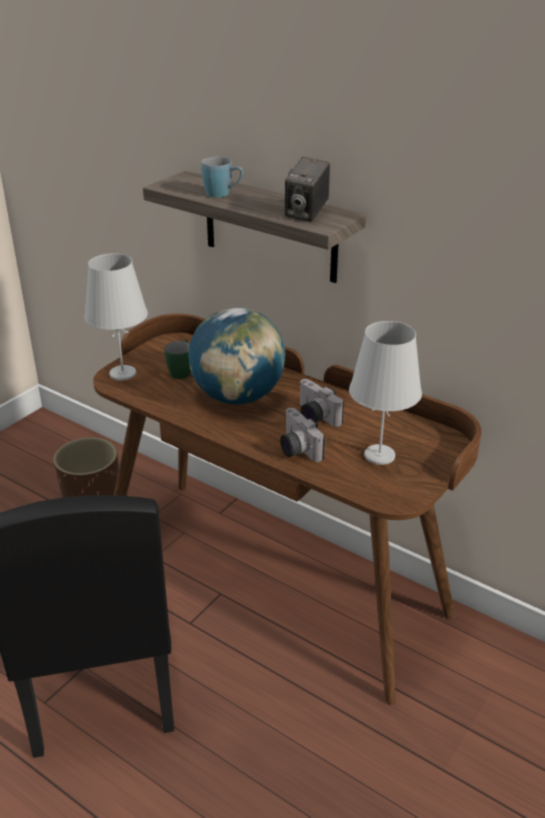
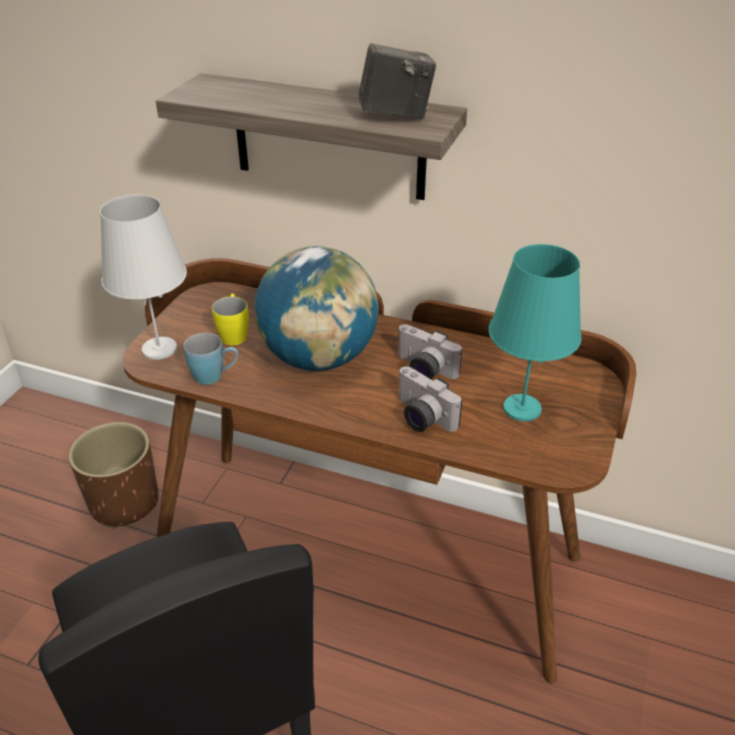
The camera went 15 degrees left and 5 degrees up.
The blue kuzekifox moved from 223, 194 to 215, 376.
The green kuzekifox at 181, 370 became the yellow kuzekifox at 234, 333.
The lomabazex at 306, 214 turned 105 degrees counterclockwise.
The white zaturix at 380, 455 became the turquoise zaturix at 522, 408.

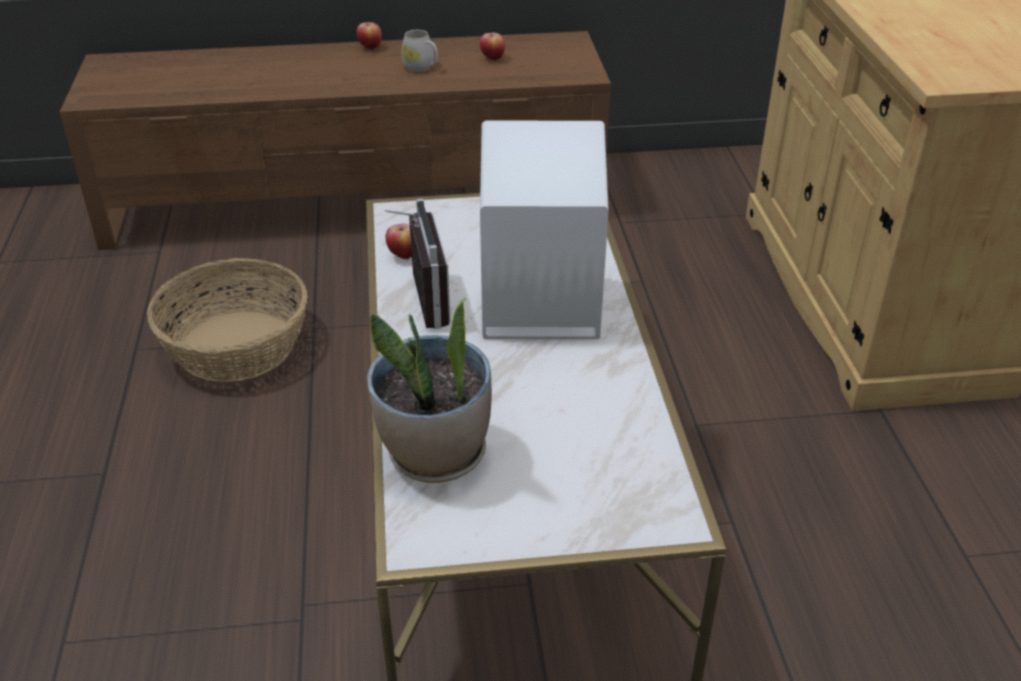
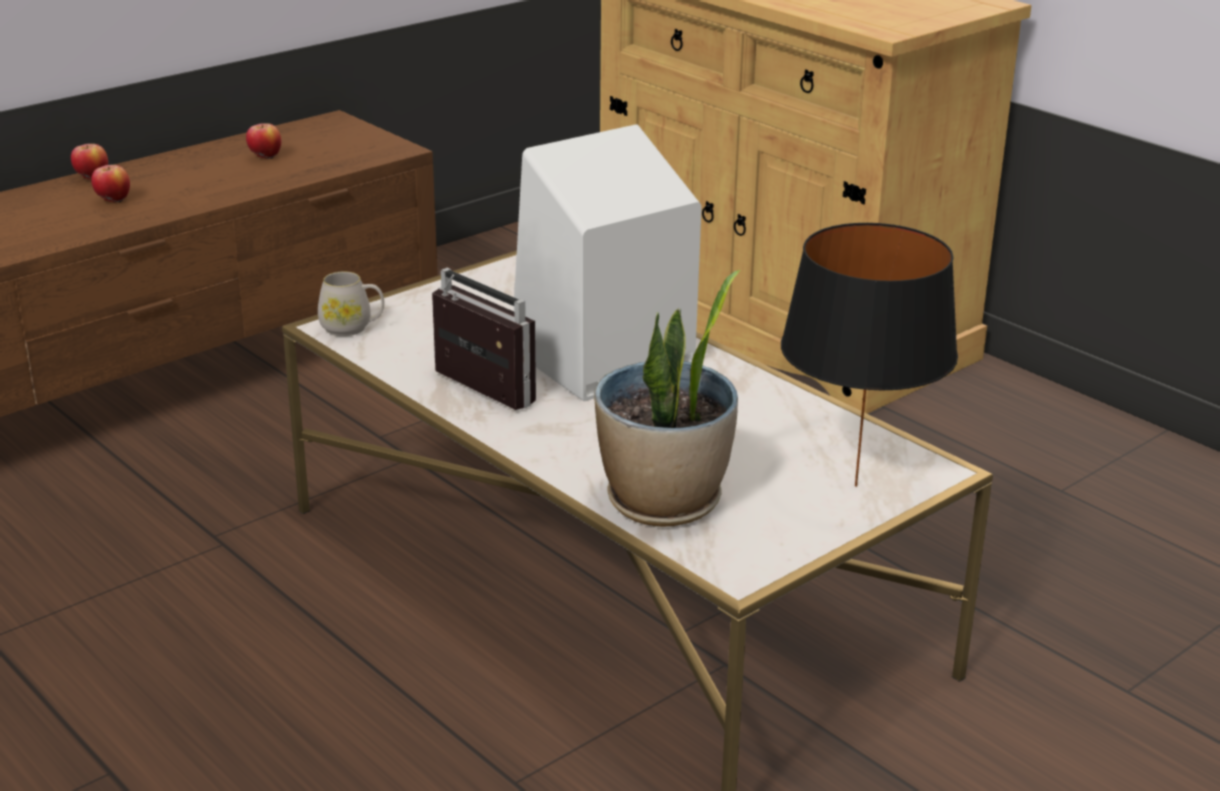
The camera went 35 degrees left and 10 degrees down.
The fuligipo moved from 403, 256 to 113, 201.
The white kuzekifox moved from 421, 67 to 352, 328.
The black zaturix at 855, 487 appeared.
The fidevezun at 237, 345 disappeared.

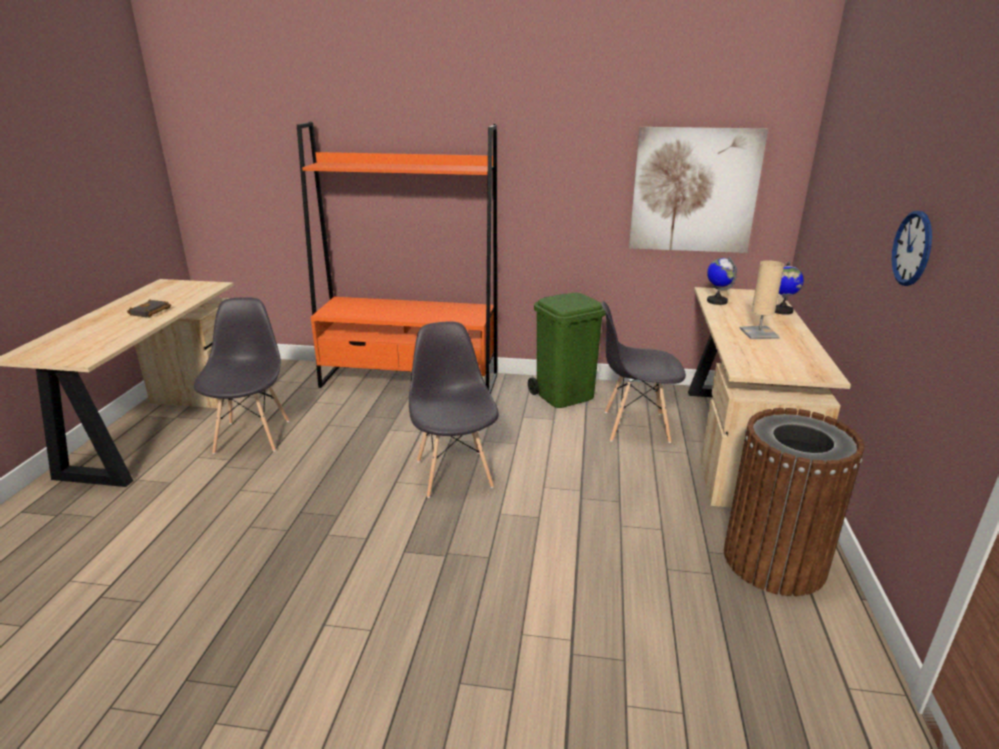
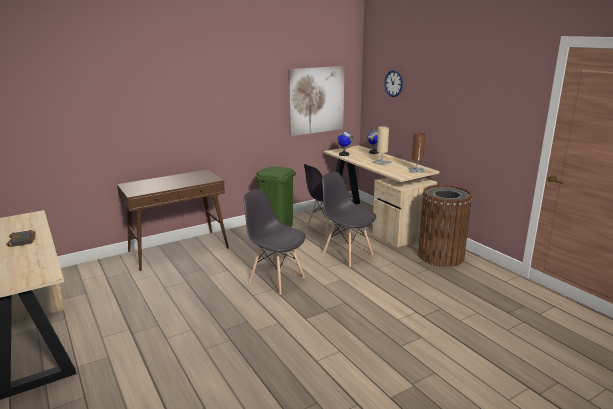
The camera went 40 degrees left and 5 degrees down.
The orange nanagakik at 410, 381 was replaced by the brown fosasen at 179, 249.
The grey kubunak moved from 252, 436 to 347, 254.
The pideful moved from 912, 248 to 393, 83.
The brown zaturix at 416, 170 appeared.

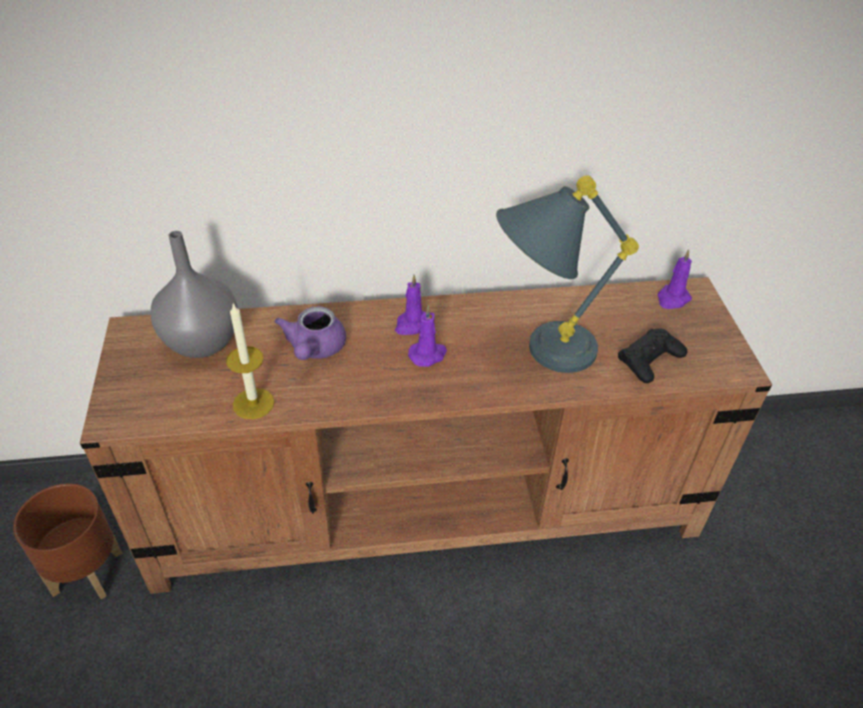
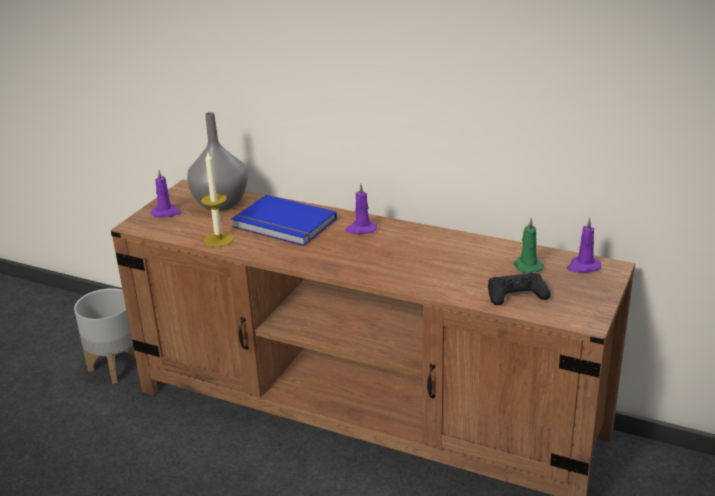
The camera went 35 degrees right and 15 degrees down.
The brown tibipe at 87, 571 became the grey tibipe at 117, 366.
The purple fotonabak moved from 428, 355 to 167, 213.
The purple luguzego at 314, 349 was replaced by the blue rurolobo at 283, 224.
The green fotonabak at 527, 266 appeared.
The grey zaturix at 538, 352 disappeared.

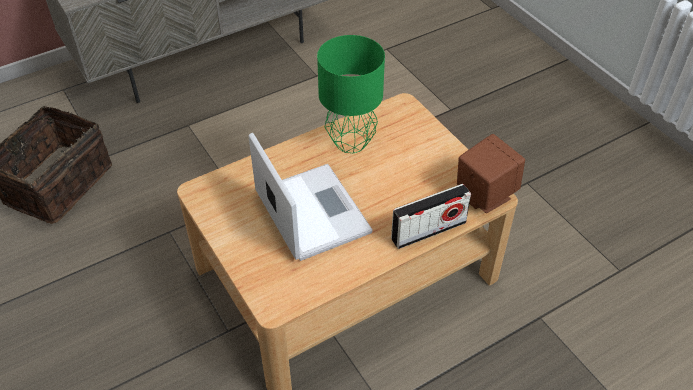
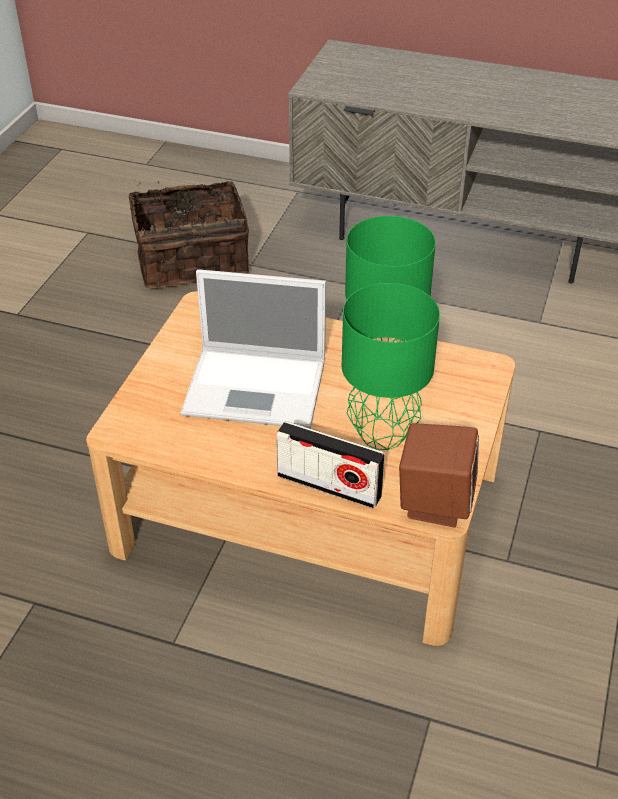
The camera went 50 degrees right and 5 degrees down.
The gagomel at 310, 210 turned 75 degrees clockwise.
The green zaturix at 381, 434 appeared.

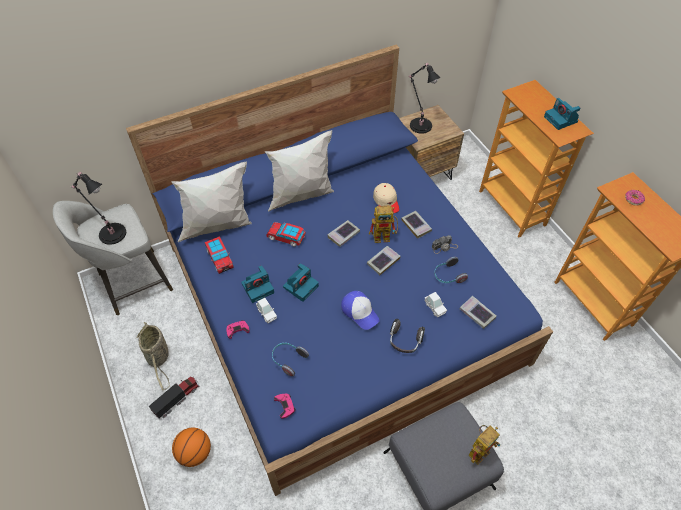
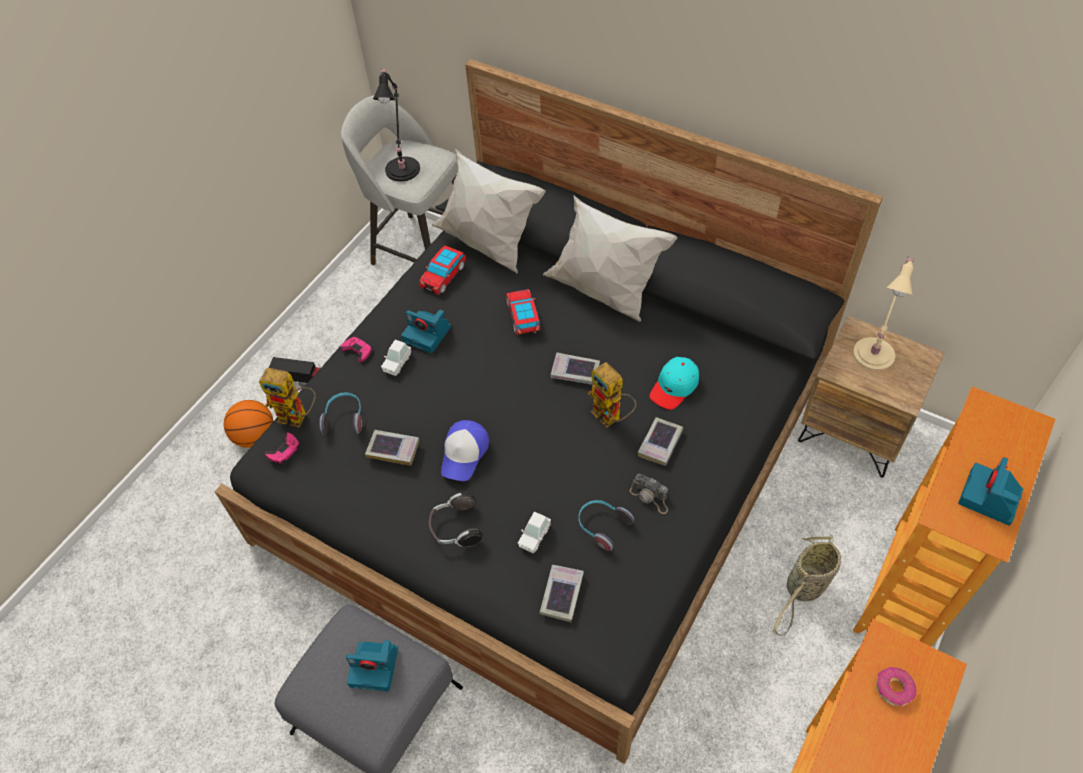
The camera went 60 degrees right and 0 degrees up.
The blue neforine at 340, 301 became the black neforine at 547, 459.
The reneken moved from 480, 449 to 298, 416.
The lomabazex moved from 301, 286 to 375, 666.
The rurolobo moved from 383, 261 to 393, 449.
The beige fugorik at 386, 201 became the turquoise fugorik at 674, 387.
The fidevezun moved from 159, 358 to 804, 589.
The black zaturix at 419, 124 became the beige zaturix at 874, 351.

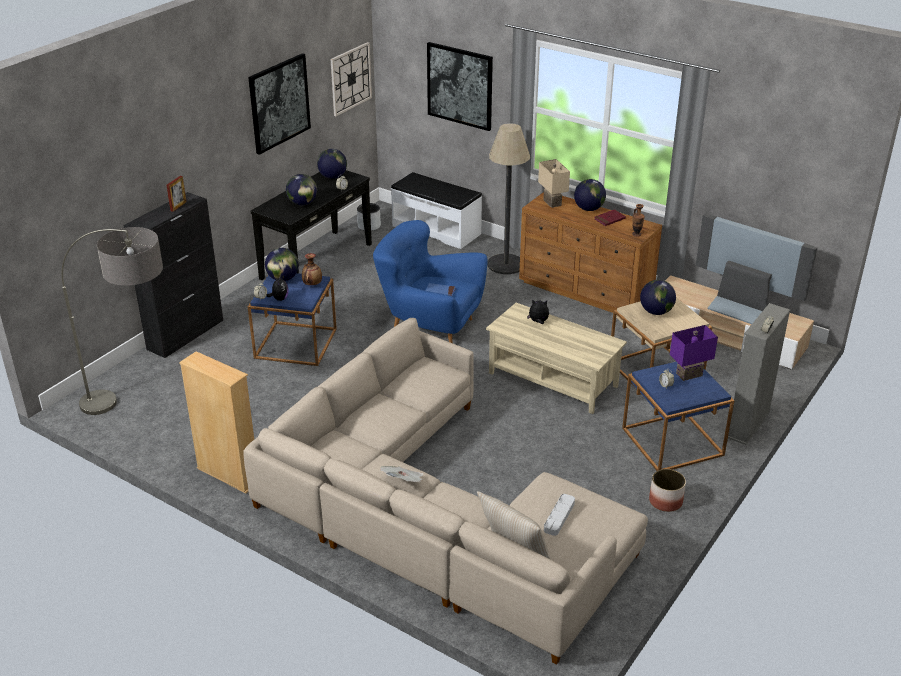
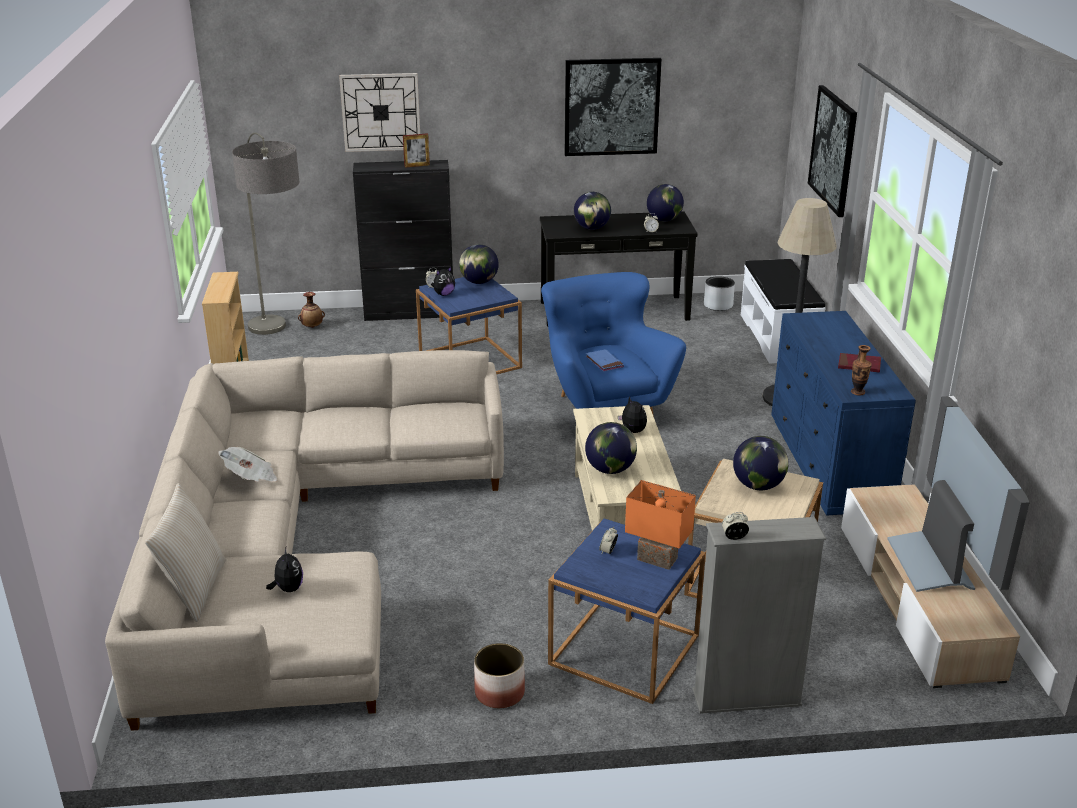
The camera went 50 degrees right and 5 degrees down.
The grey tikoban at 559, 517 was replaced by the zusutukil at 288, 589.
The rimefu moved from 312, 284 to 312, 327.
The pideful moved from 350, 78 to 380, 112.
The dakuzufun moved from 589, 209 to 610, 469.
The purple zaturix at 689, 375 became the orange zaturix at 656, 560.
The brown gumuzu at 586, 291 became the blue gumuzu at 829, 464.
The beige zaturix at 553, 202 disappeared.

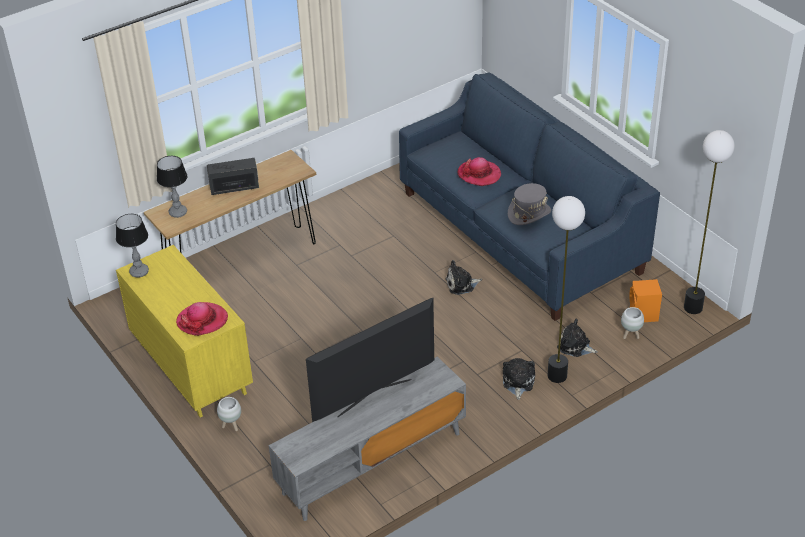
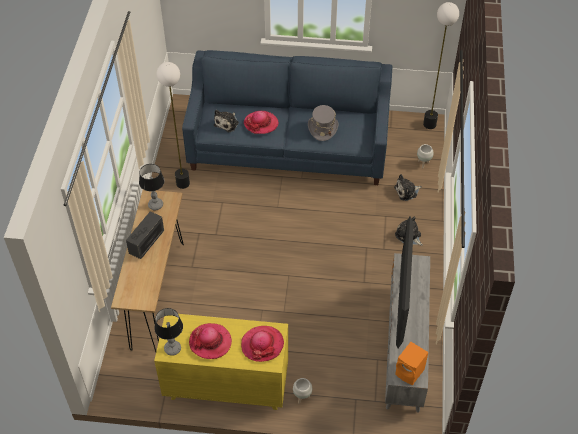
The camera went 50 degrees left and 10 degrees up.
The zaturix moved from 178, 212 to 155, 205.
The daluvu moved from 557, 375 to 182, 183.
The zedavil at 210, 342 appeared.
The zusutukil moved from 461, 284 to 227, 123.
The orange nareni moved from 643, 315 to 410, 372.

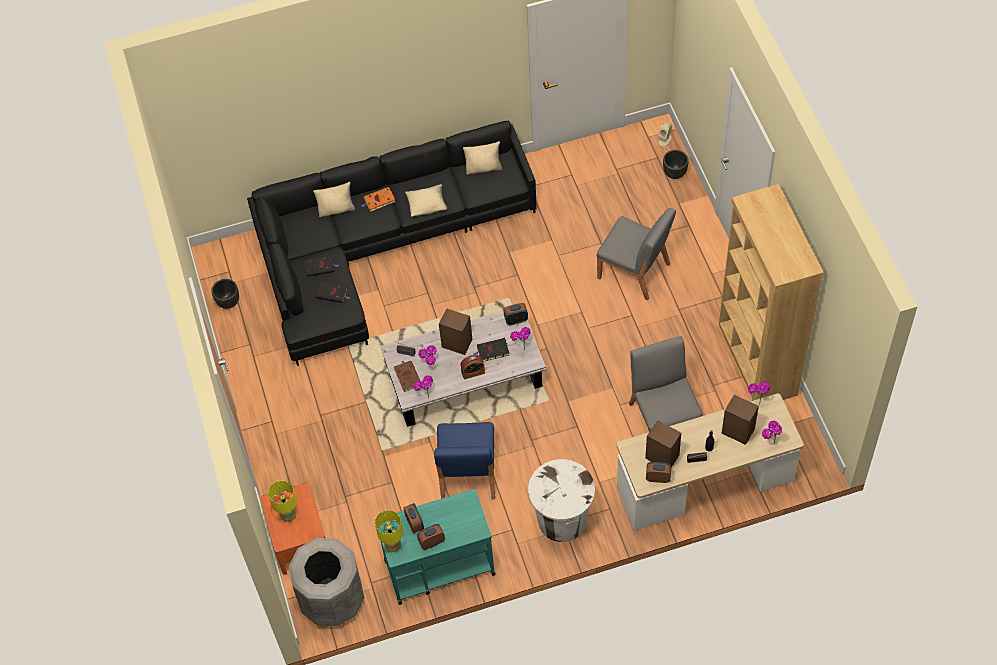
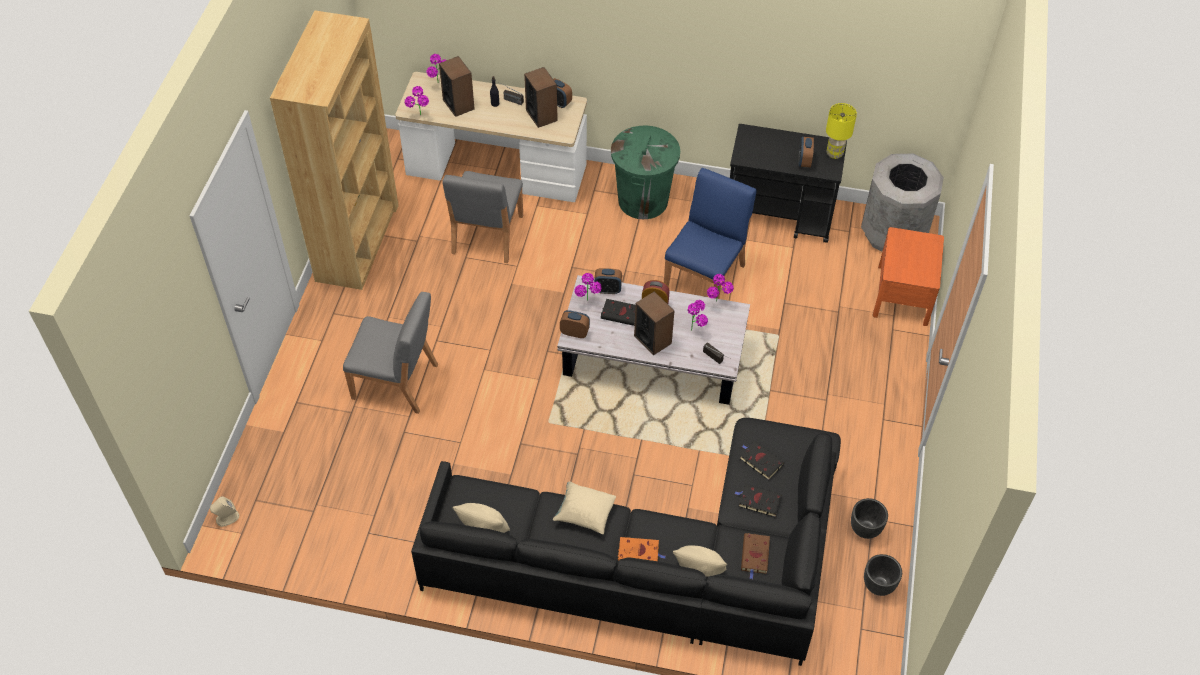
The camera went 155 degrees left and 5 degrees down.
The grey kubunak at 634, 272 turned 135 degrees clockwise.
The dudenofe moved from 431, 542 to 607, 290.
The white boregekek at 562, 520 became the green boregekek at 643, 200.
The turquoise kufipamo at 438, 566 became the black kufipamo at 779, 216.
The brown rurolobo moved from 407, 376 to 755, 556.
The black tibipe moved from 674, 173 to 865, 529.
The yellow zaturix at 288, 516 disappeared.

